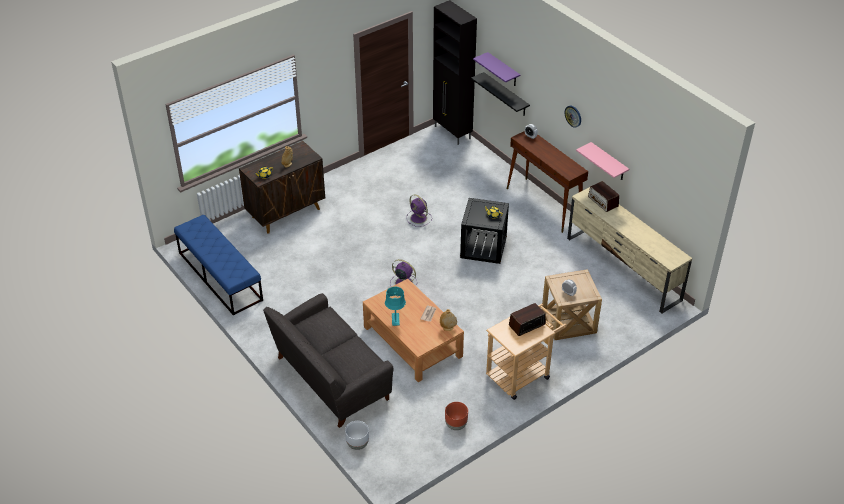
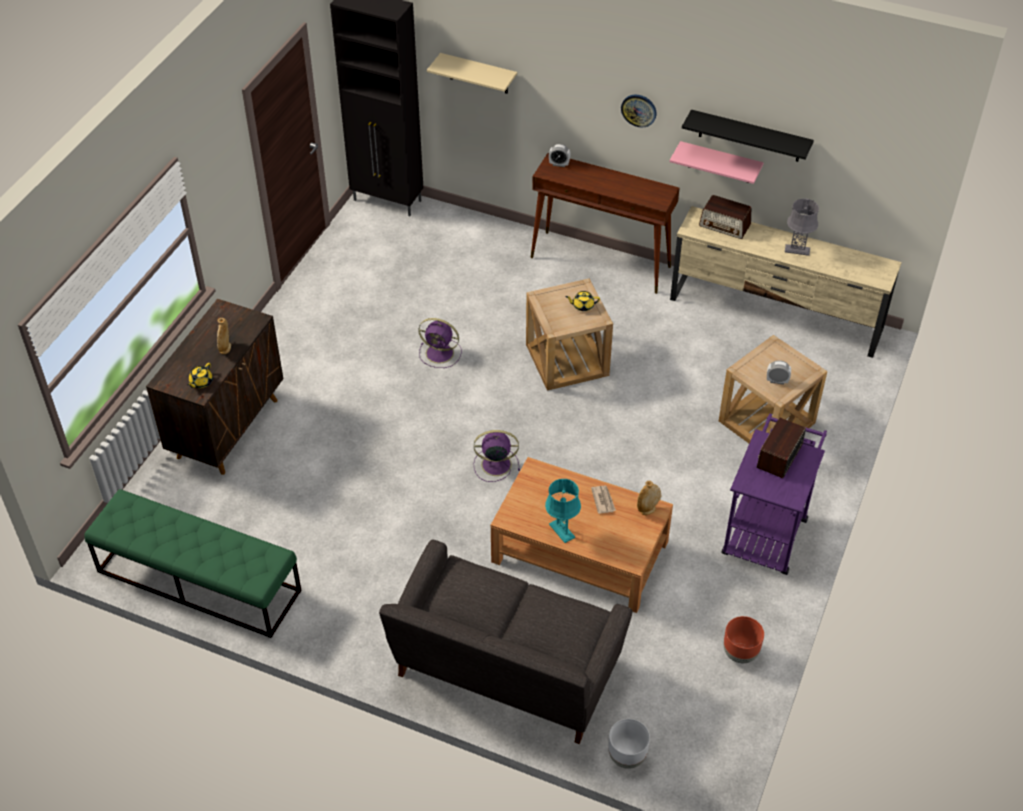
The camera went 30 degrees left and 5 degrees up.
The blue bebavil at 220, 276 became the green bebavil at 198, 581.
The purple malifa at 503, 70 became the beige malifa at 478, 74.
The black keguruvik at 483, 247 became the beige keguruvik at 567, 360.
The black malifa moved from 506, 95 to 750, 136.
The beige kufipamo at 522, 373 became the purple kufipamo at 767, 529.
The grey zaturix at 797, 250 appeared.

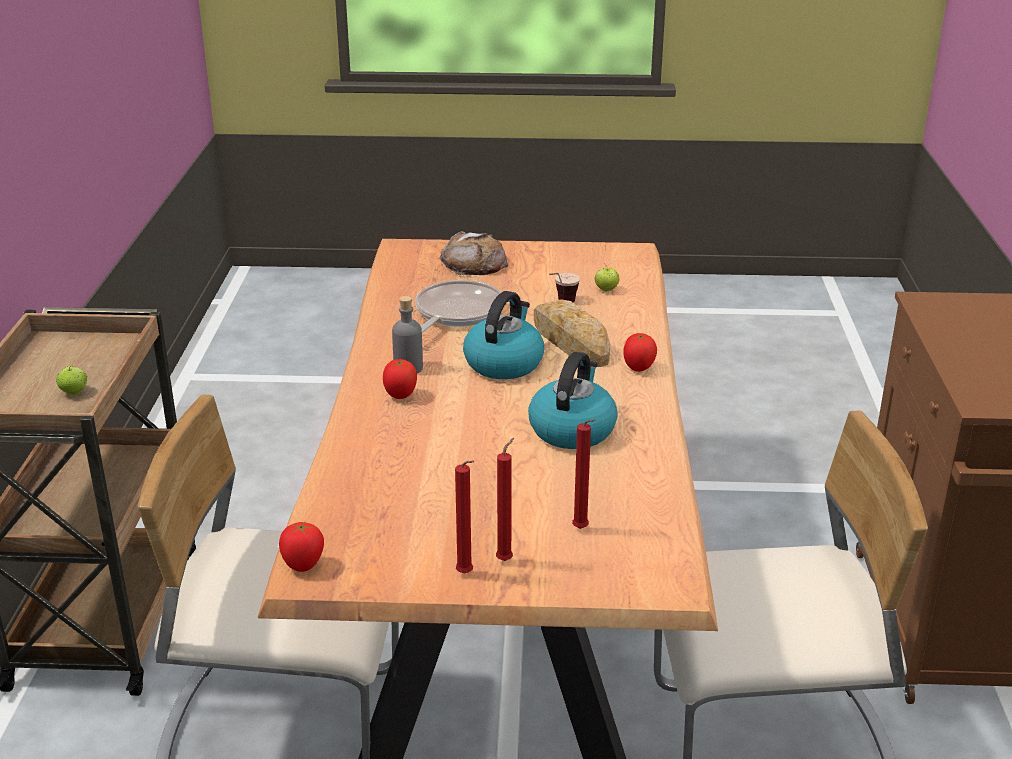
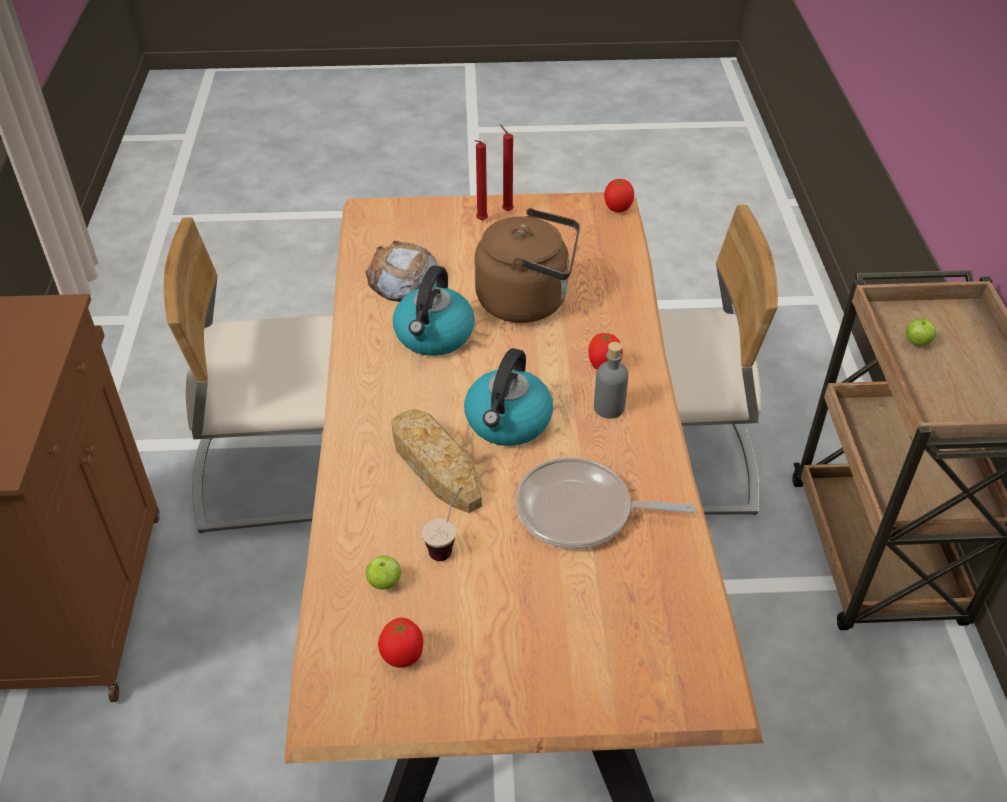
The camera went 175 degrees right and 15 degrees up.
The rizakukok moved from 474, 263 to 403, 280.
The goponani moved from 638, 369 to 403, 657.
The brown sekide at 528, 301 appeared.
The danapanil at 456, 313 turned 75 degrees clockwise.
The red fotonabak at 582, 530 disappeared.

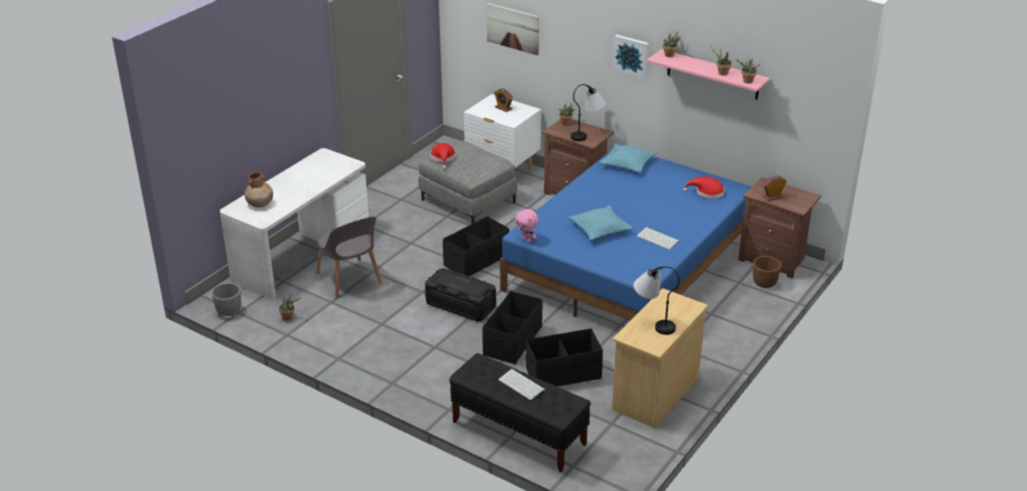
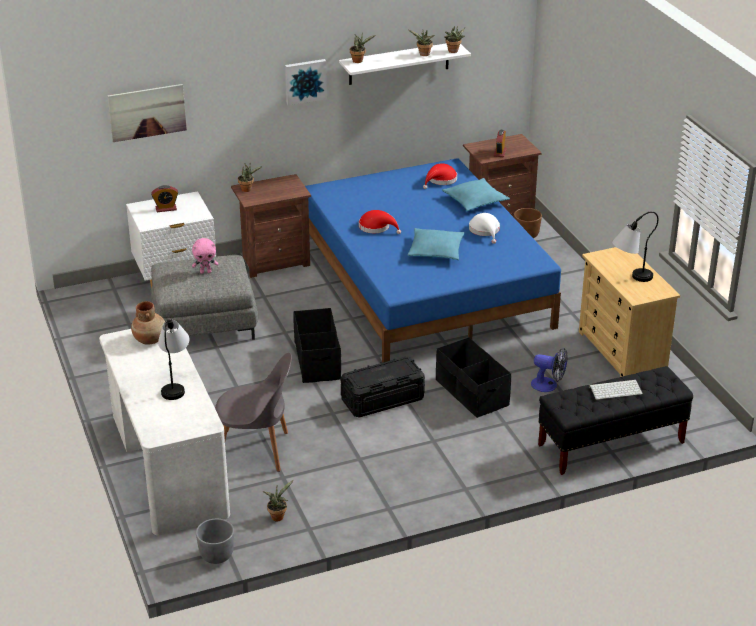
The camera went 55 degrees left and 0 degrees up.
The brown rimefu moved from 260, 204 to 150, 339.
The zaturix moved from 588, 134 to 176, 383.
The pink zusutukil moved from 527, 240 to 205, 272.
The pink malifa at 713, 75 became the white malifa at 399, 63.
The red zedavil moved from 443, 158 to 377, 227.
The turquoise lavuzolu moved from 627, 163 to 475, 201.
The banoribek at 658, 239 was replaced by the white zedavil at 485, 231.
The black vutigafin at 563, 373 was replaced by the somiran at 549, 385.

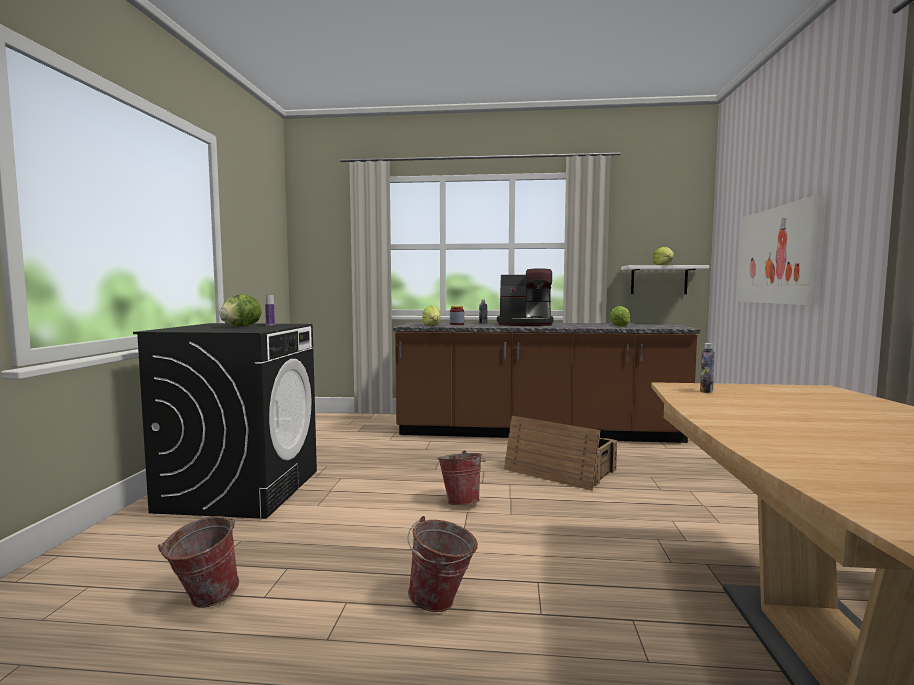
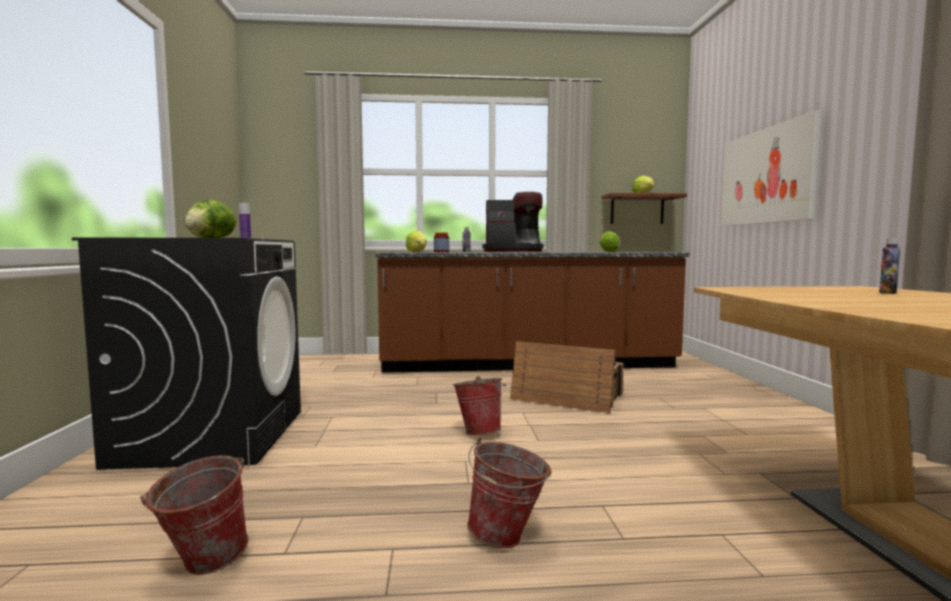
The camera went 10 degrees left and 0 degrees up.
The white malifa at 659, 280 became the brown malifa at 637, 210.
The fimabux moved from 706, 391 to 887, 293.

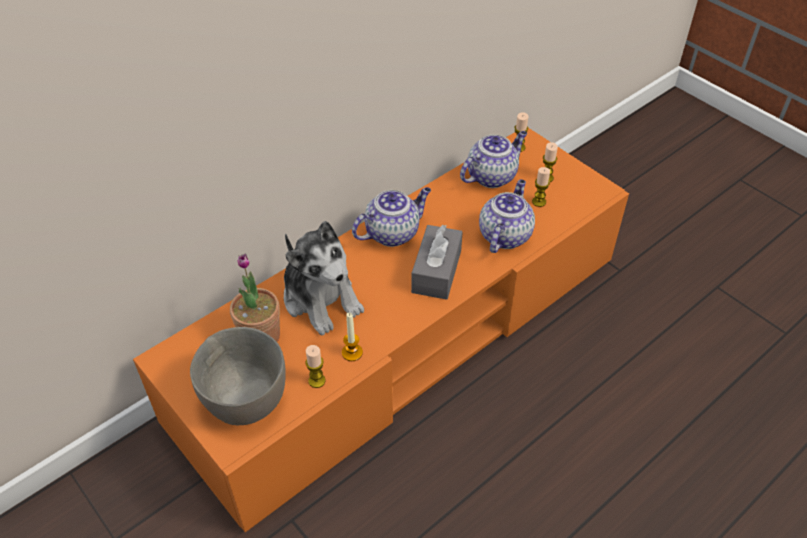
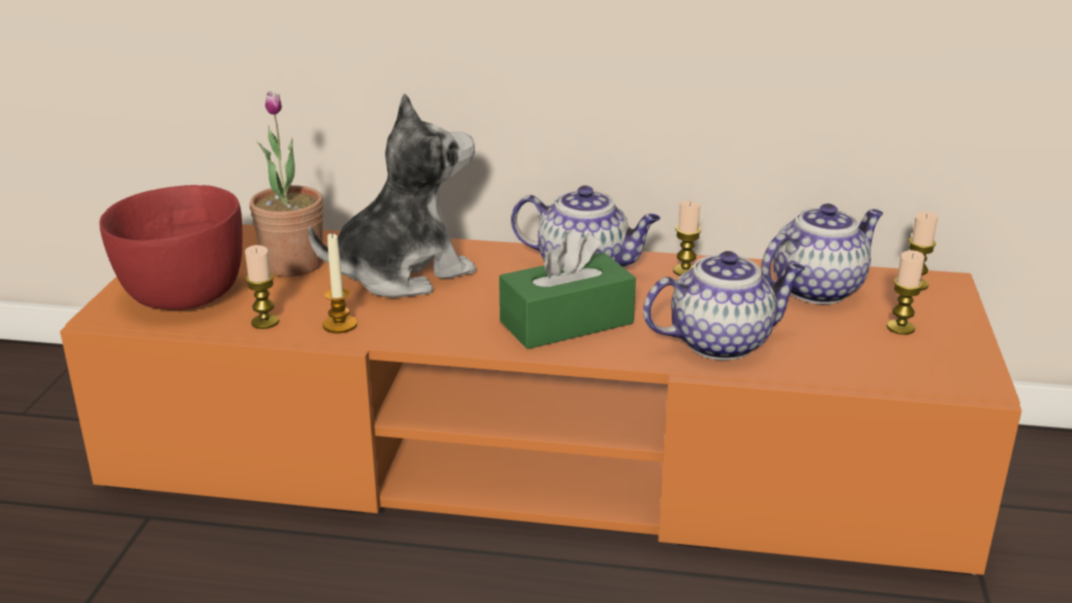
The camera went 50 degrees right and 20 degrees down.
The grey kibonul at 245, 401 became the red kibonul at 181, 296.
The zusutukil at 321, 299 turned 135 degrees counterclockwise.
The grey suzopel at 436, 271 became the green suzopel at 566, 322.
The fotonabak moved from 539, 202 to 685, 271.
The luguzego at 492, 176 turned 45 degrees counterclockwise.

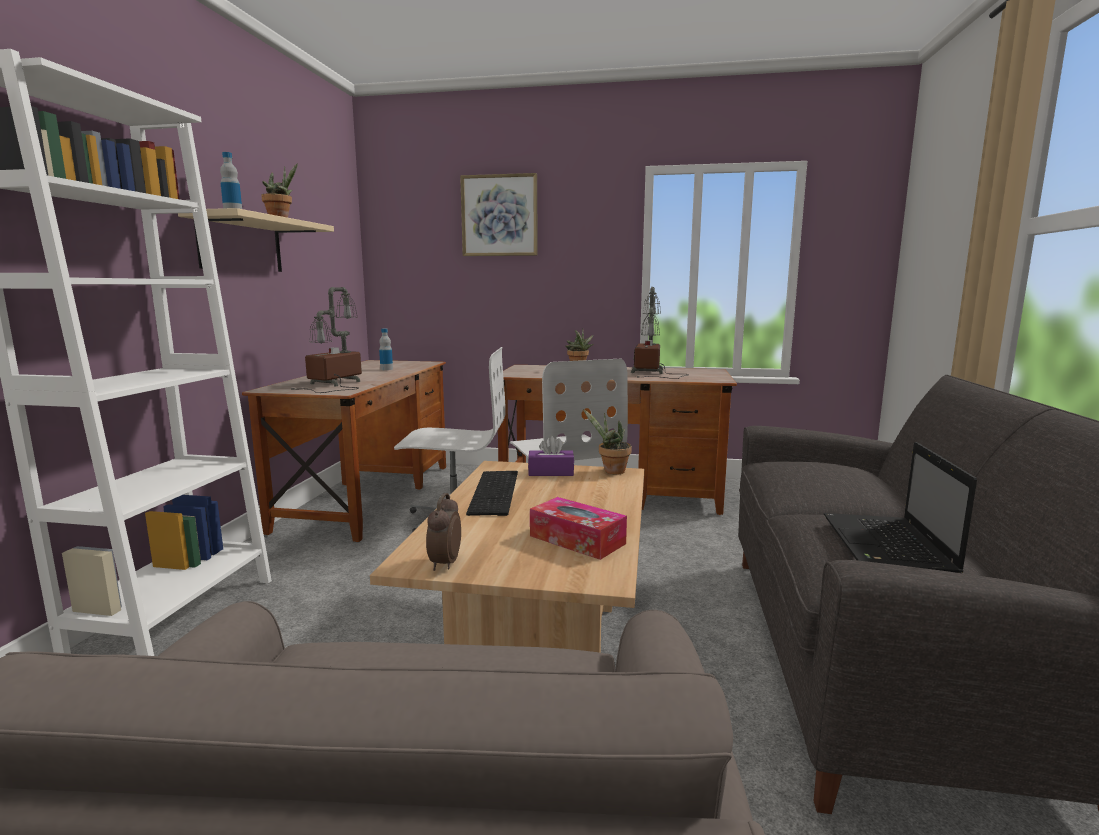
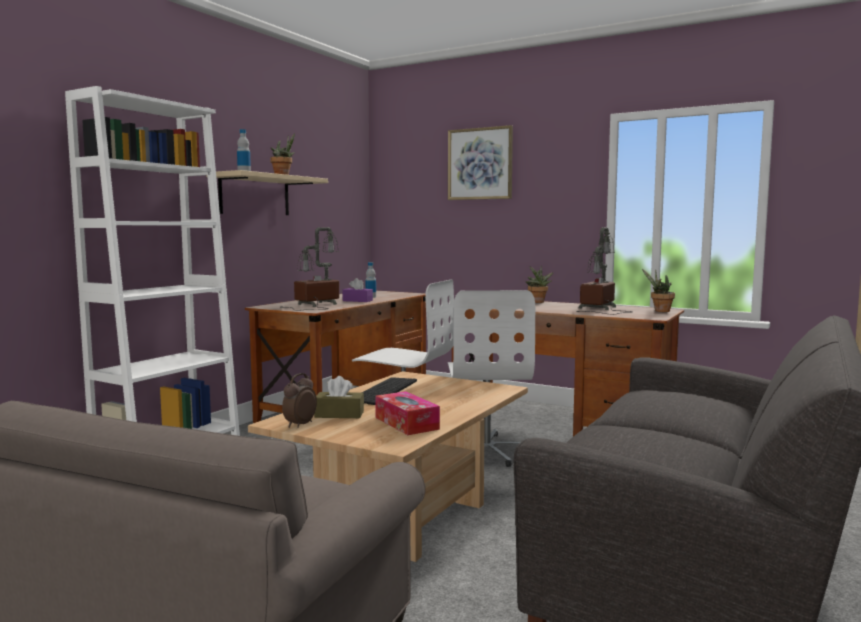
The camera went 20 degrees right and 5 degrees down.
The brown suzopel at 339, 414 appeared.
The purple suzopel moved from 551, 472 to 357, 300.
The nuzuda moved from 611, 471 to 659, 311.
The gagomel at 888, 547 disappeared.

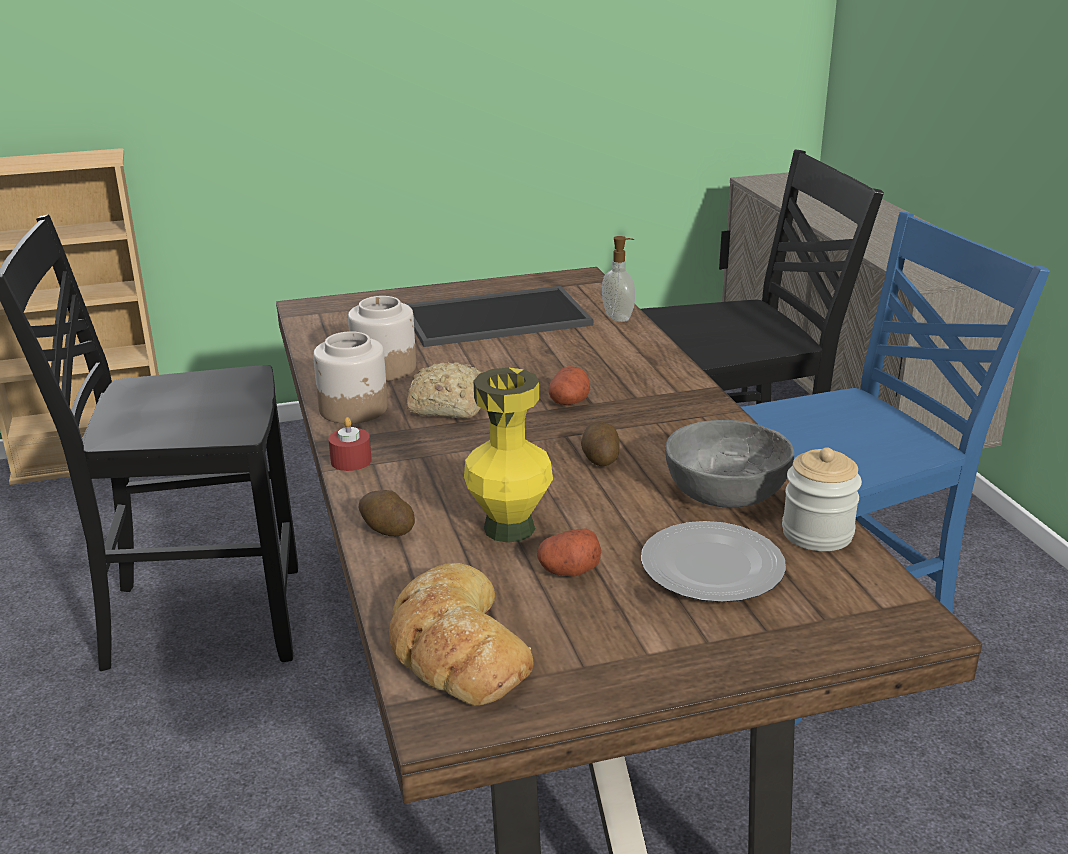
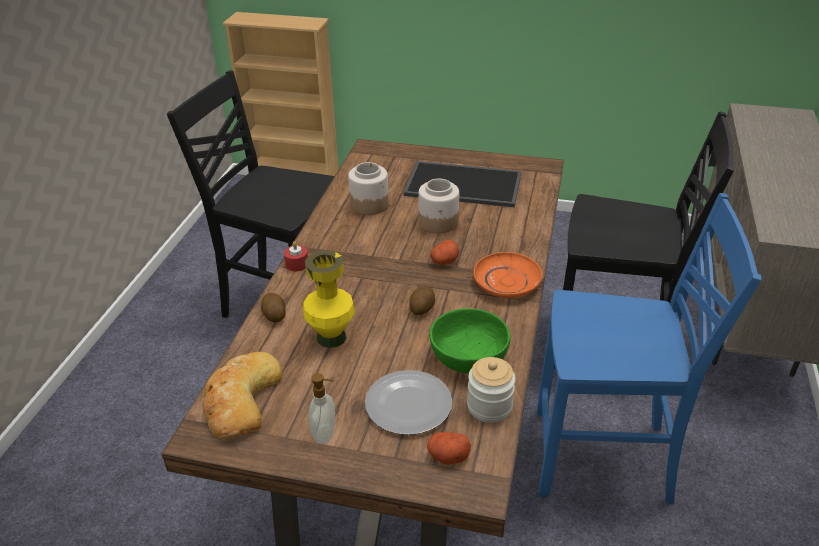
The camera went 30 degrees right and 10 degrees up.
The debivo moved from 619, 317 to 325, 434.
The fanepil moved from 354, 409 to 438, 222.
The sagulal moved from 569, 570 to 447, 456.
The grey kibonul at 725, 490 became the green kibonul at 468, 356.
The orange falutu at 507, 283 appeared.
The rizakukok at 446, 406 disappeared.

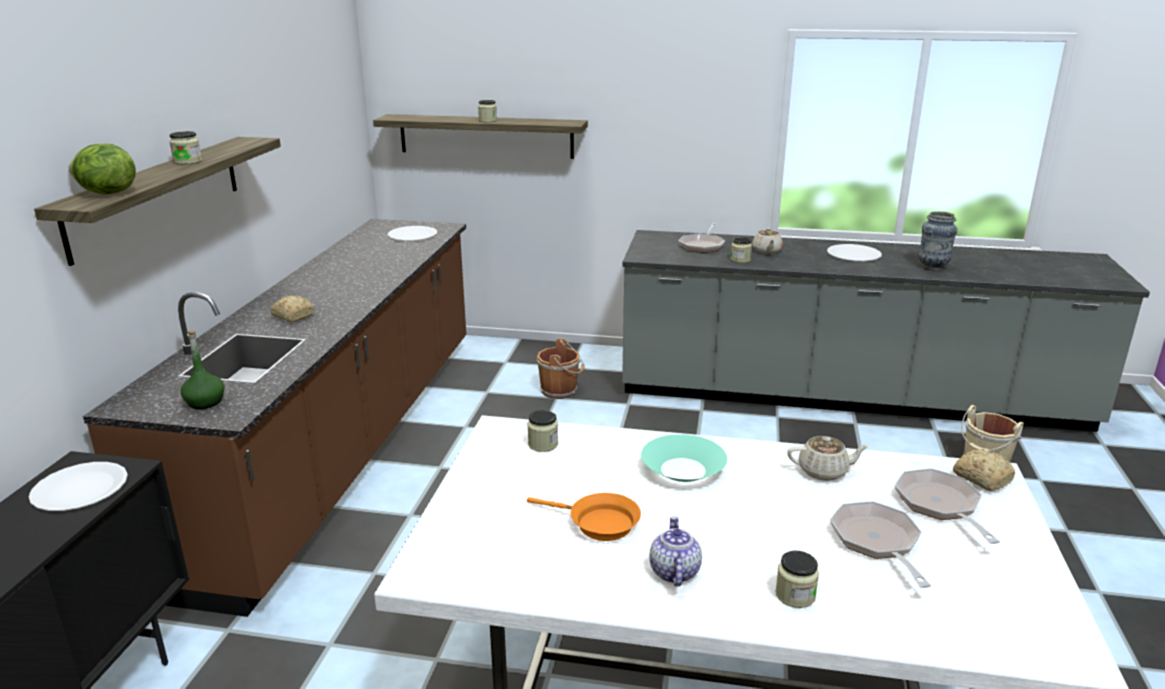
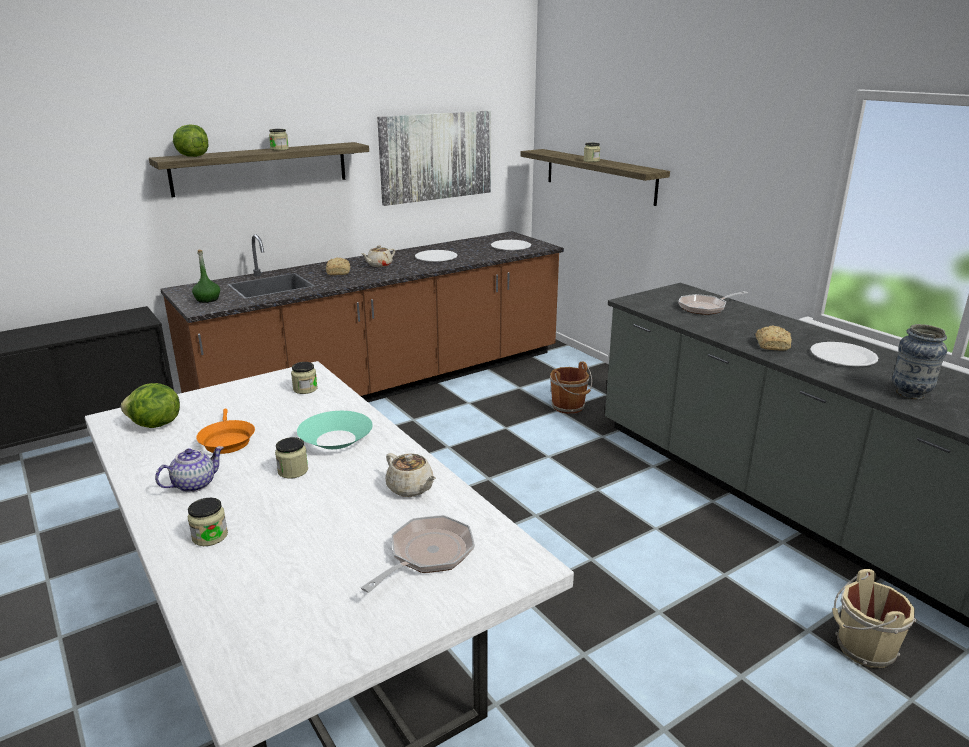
The camera went 45 degrees right and 0 degrees up.
The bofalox at 155, 425 appeared.
The fanepil moved from 740, 260 to 293, 471.
The beige luguzego moved from 767, 251 to 379, 265.
The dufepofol at 436, 156 appeared.
The white falutu moved from 80, 488 to 436, 257.
The rizakukok moved from 981, 478 to 772, 345.
The danapanil at 877, 542 disappeared.

